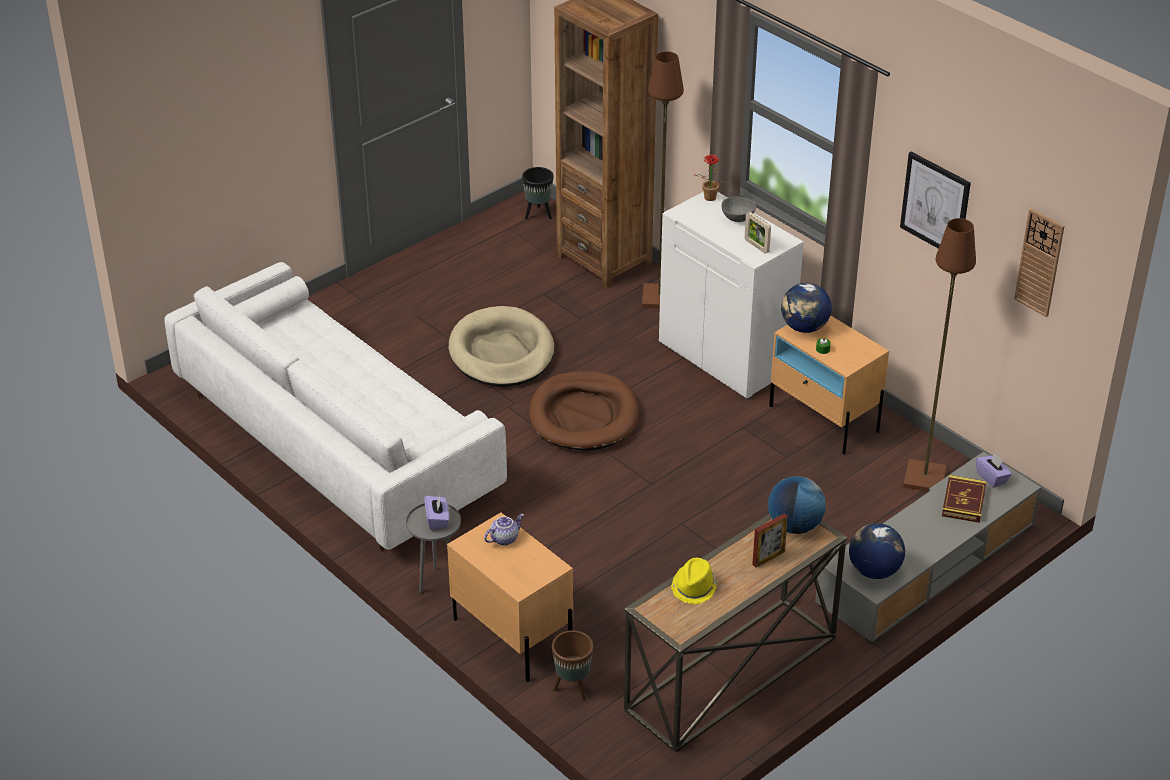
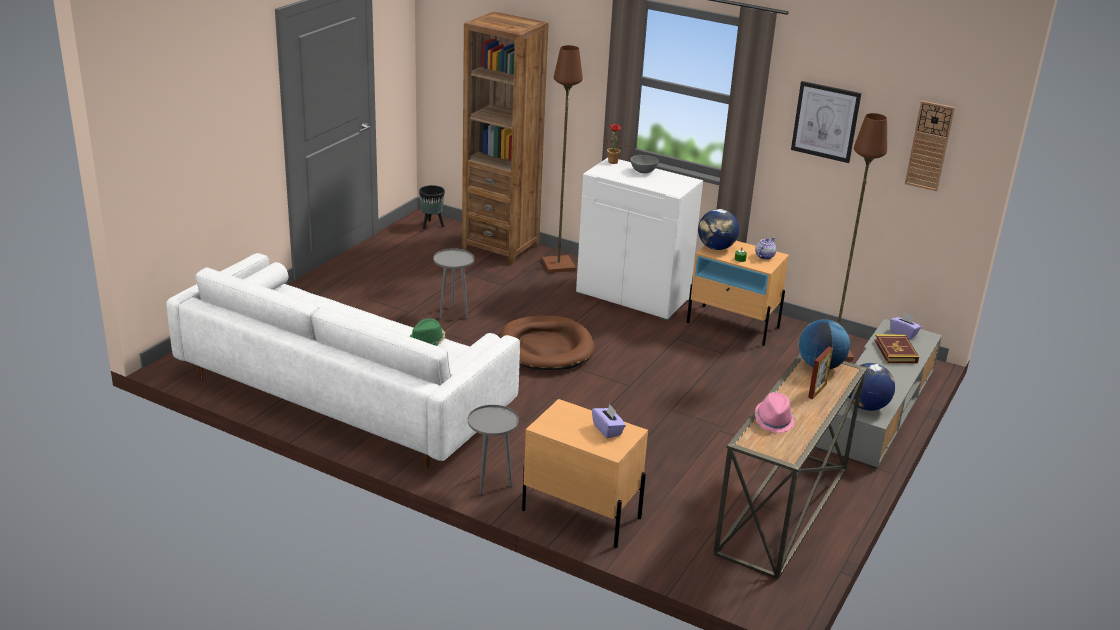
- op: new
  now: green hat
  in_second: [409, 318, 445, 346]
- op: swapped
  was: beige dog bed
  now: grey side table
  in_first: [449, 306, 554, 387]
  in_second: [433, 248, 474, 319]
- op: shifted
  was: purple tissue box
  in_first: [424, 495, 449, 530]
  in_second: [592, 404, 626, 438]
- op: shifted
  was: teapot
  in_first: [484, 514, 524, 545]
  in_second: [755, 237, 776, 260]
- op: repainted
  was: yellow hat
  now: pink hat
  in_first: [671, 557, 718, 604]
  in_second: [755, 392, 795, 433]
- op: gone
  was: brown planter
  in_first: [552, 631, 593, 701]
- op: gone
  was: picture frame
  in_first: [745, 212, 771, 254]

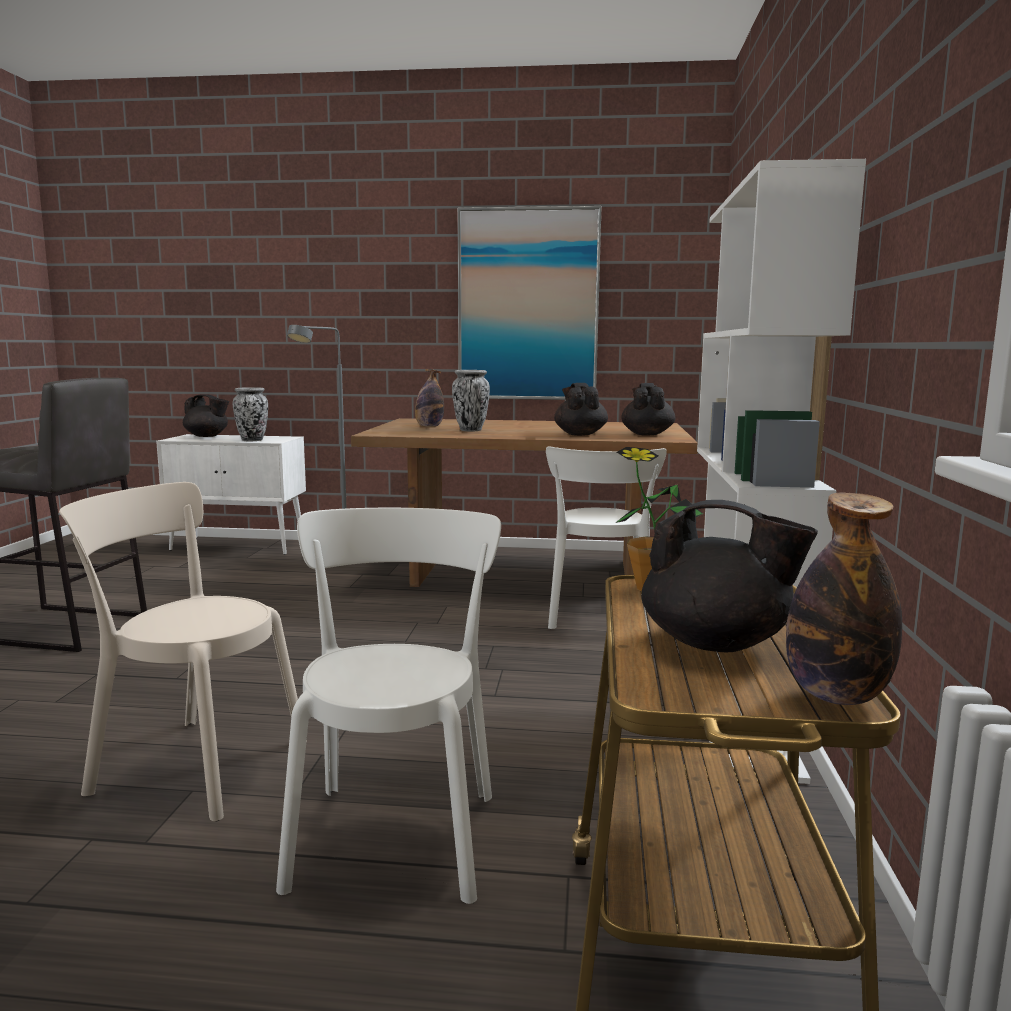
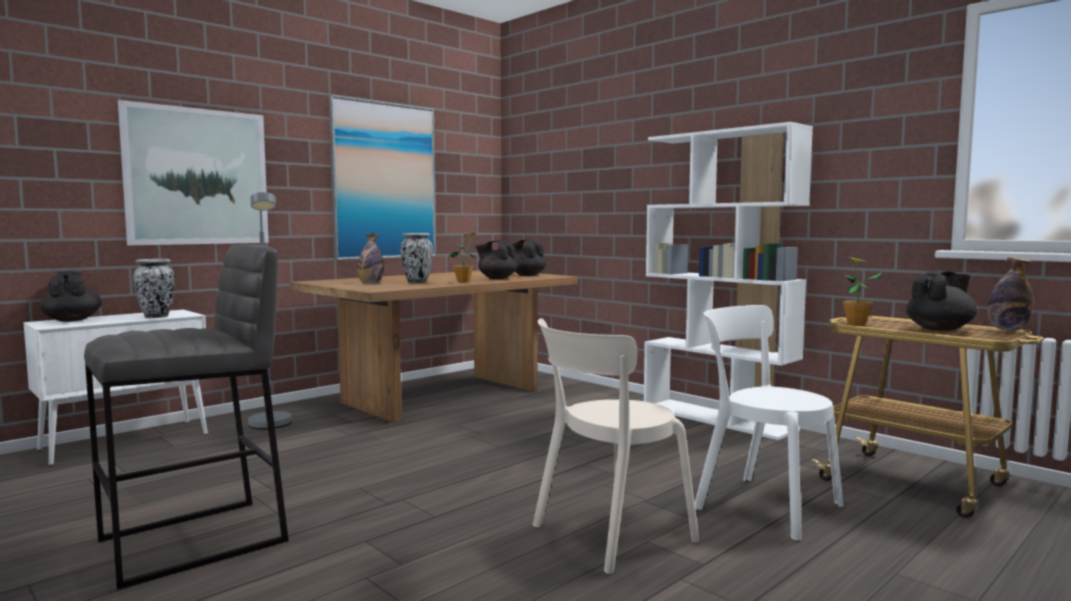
- op: rotated
  was: black teapot
  in_first: [183, 394, 229, 437]
  in_second: [40, 271, 102, 322]
  clockwise: -90
- op: new
  now: picture
  in_second: [118, 100, 269, 245]
- op: new
  now: potted plant
  in_second: [449, 233, 476, 283]
- op: gone
  was: white chair
  in_first: [546, 446, 667, 632]

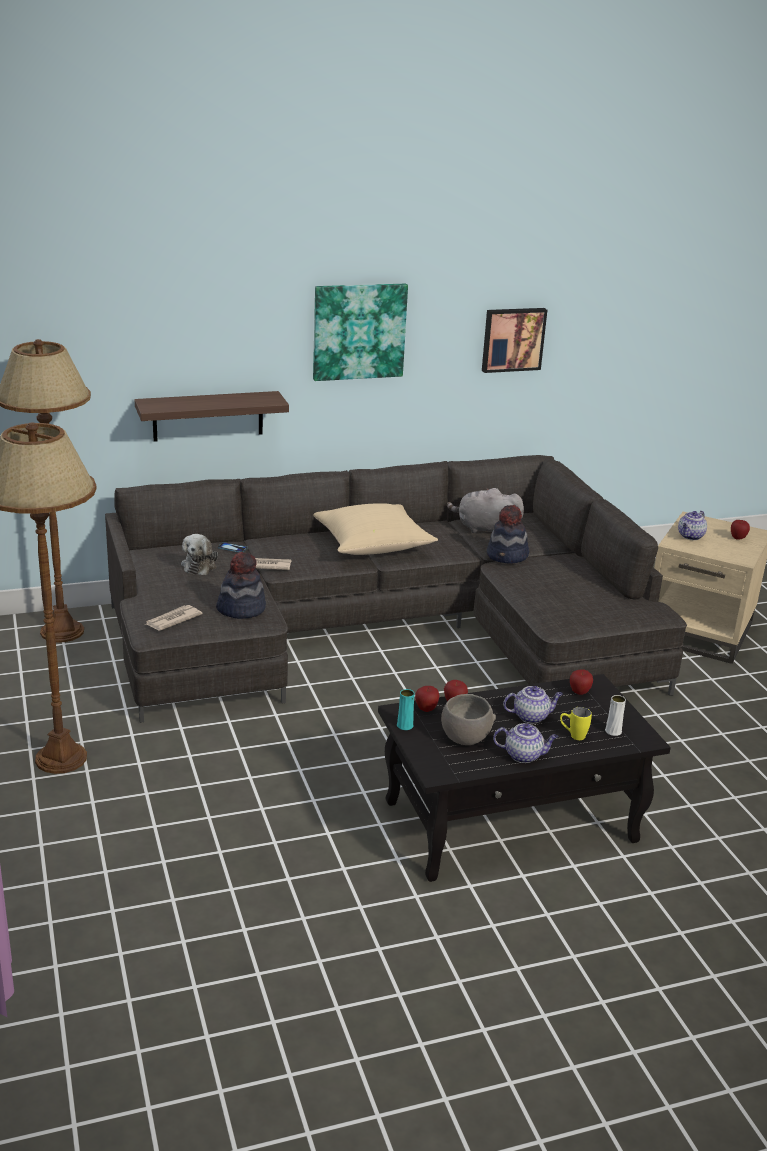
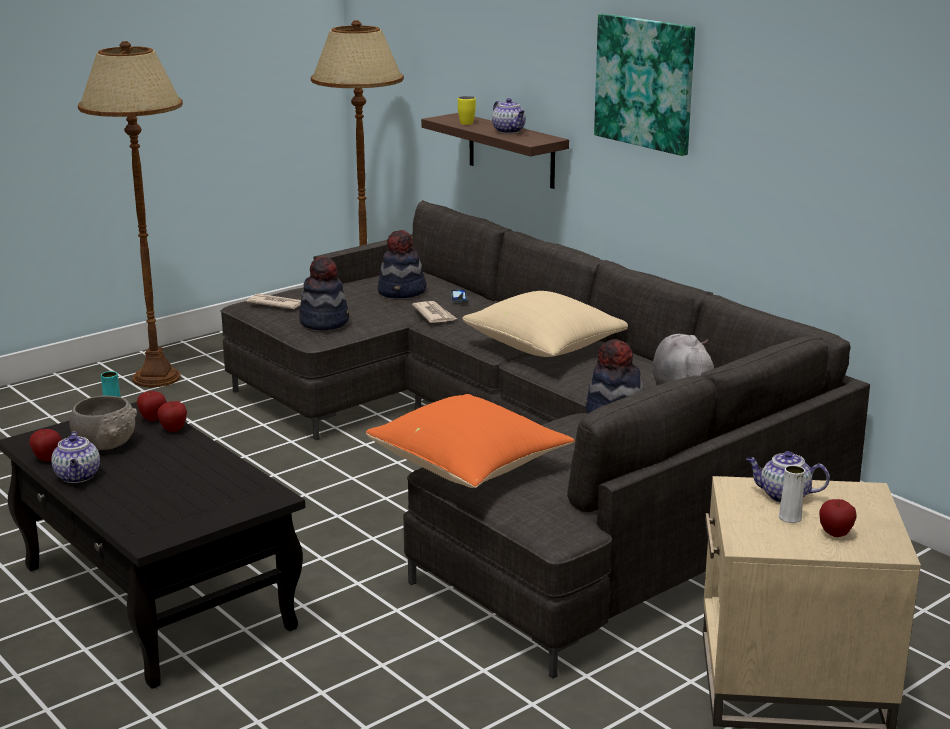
- op: shifted
  was: apple
  in_first: [570, 669, 593, 695]
  in_second: [29, 429, 62, 461]
- op: new
  now: orange pillow
  in_second: [366, 394, 575, 488]
- op: swapped
  was: plush toy
  now: hat
  in_first: [181, 534, 218, 575]
  in_second: [378, 230, 427, 298]
- op: shifted
  was: yellow mug
  in_first: [560, 707, 592, 740]
  in_second: [458, 96, 476, 125]
- op: shifted
  was: teapot
  in_first: [503, 686, 563, 723]
  in_second: [492, 98, 526, 134]
- op: shifted
  was: white vase
  in_first: [605, 695, 626, 736]
  in_second: [779, 465, 805, 523]
- op: gone
  was: picture
  in_first: [482, 308, 547, 373]

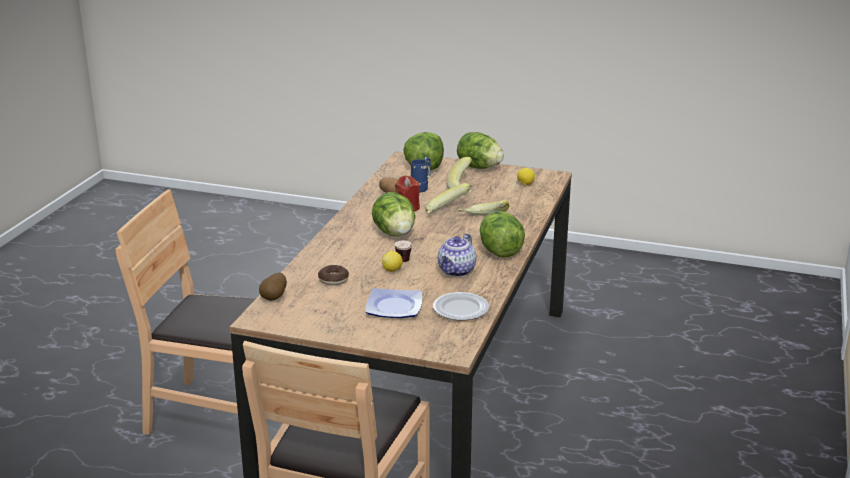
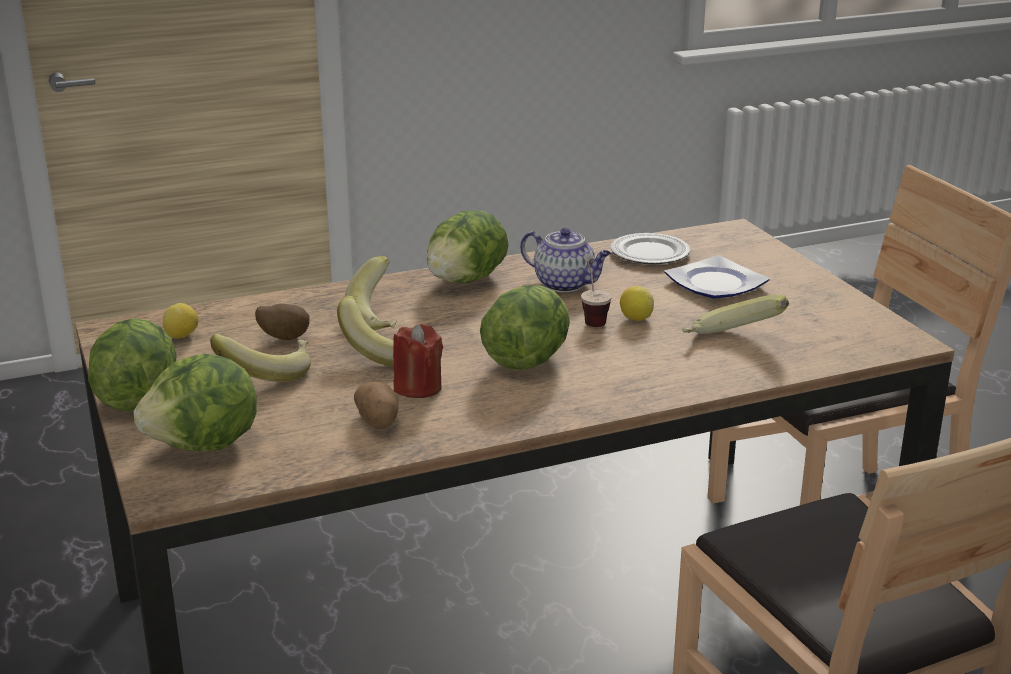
- op: shifted
  was: potato
  in_first: [259, 273, 287, 301]
  in_second: [255, 304, 309, 340]
- op: rotated
  was: teapot
  in_first: [438, 234, 476, 277]
  in_second: [520, 228, 611, 292]
  clockwise: 45
- op: swapped
  was: donut
  now: banana
  in_first: [318, 265, 349, 285]
  in_second: [682, 294, 789, 334]
- op: gone
  was: blue mug
  in_first: [411, 157, 431, 192]

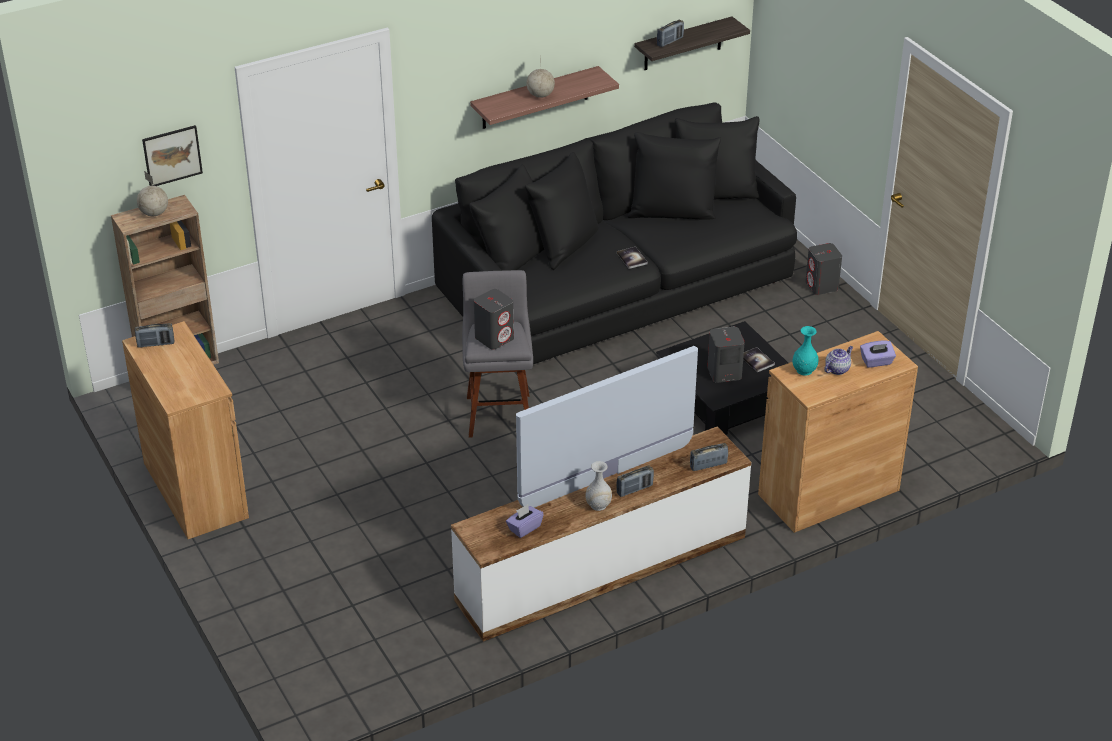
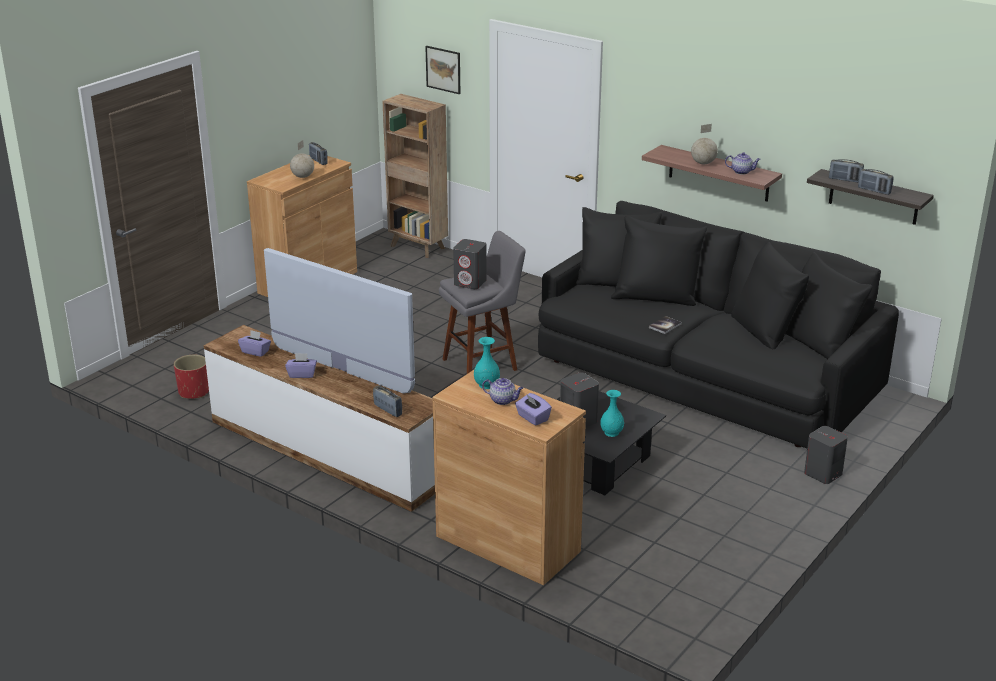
- op: new
  now: red planter
  in_second: [174, 355, 209, 399]
- op: swapped
  was: white vase
  now: purple tissue box
  in_first: [585, 461, 612, 511]
  in_second: [285, 353, 317, 378]
- op: shifted
  was: globe
  in_first: [137, 171, 168, 216]
  in_second: [290, 140, 314, 178]
- op: swapped
  was: book
  now: turquoise vase
  in_first: [743, 347, 775, 372]
  in_second: [600, 390, 624, 437]
- op: new
  now: teapot
  in_second: [725, 152, 760, 175]
- op: shifted
  was: radio
  in_first: [616, 465, 654, 497]
  in_second: [858, 169, 894, 195]

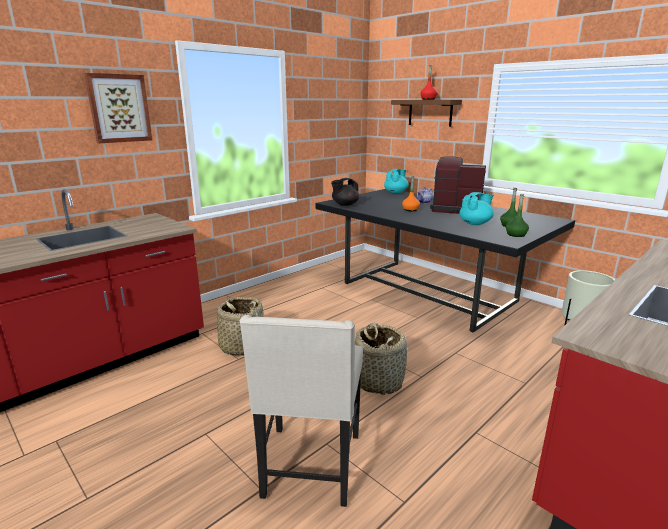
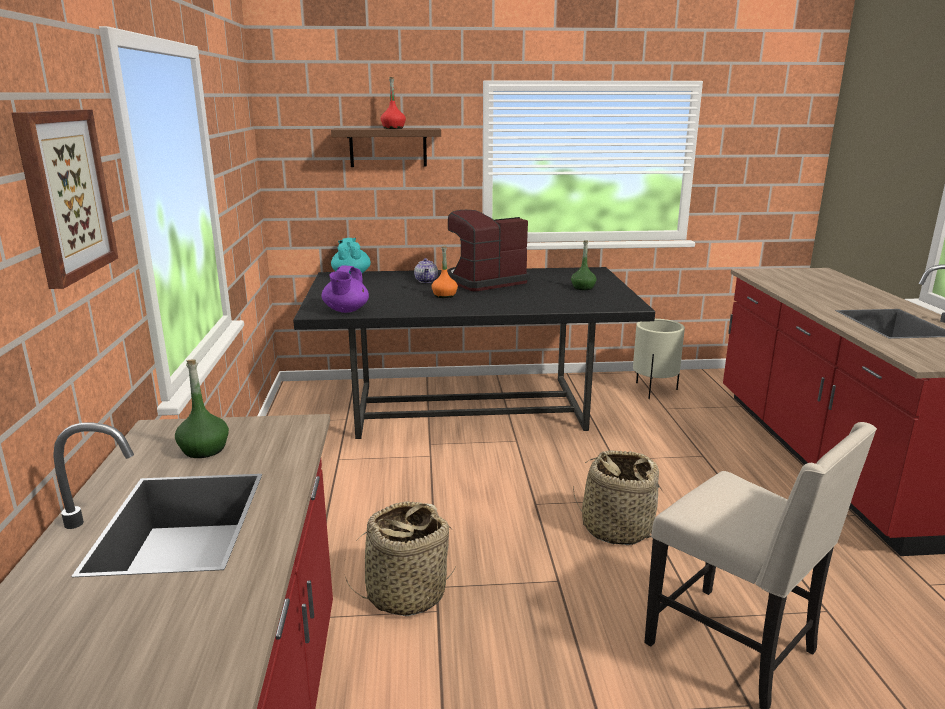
- op: shifted
  was: green bottle
  in_first: [506, 194, 529, 237]
  in_second: [175, 359, 229, 458]
- op: repainted
  was: black teapot
  now: purple teapot
  in_first: [331, 178, 359, 206]
  in_second: [322, 266, 369, 313]
- op: gone
  was: turquoise teapot
  in_first: [459, 192, 494, 225]

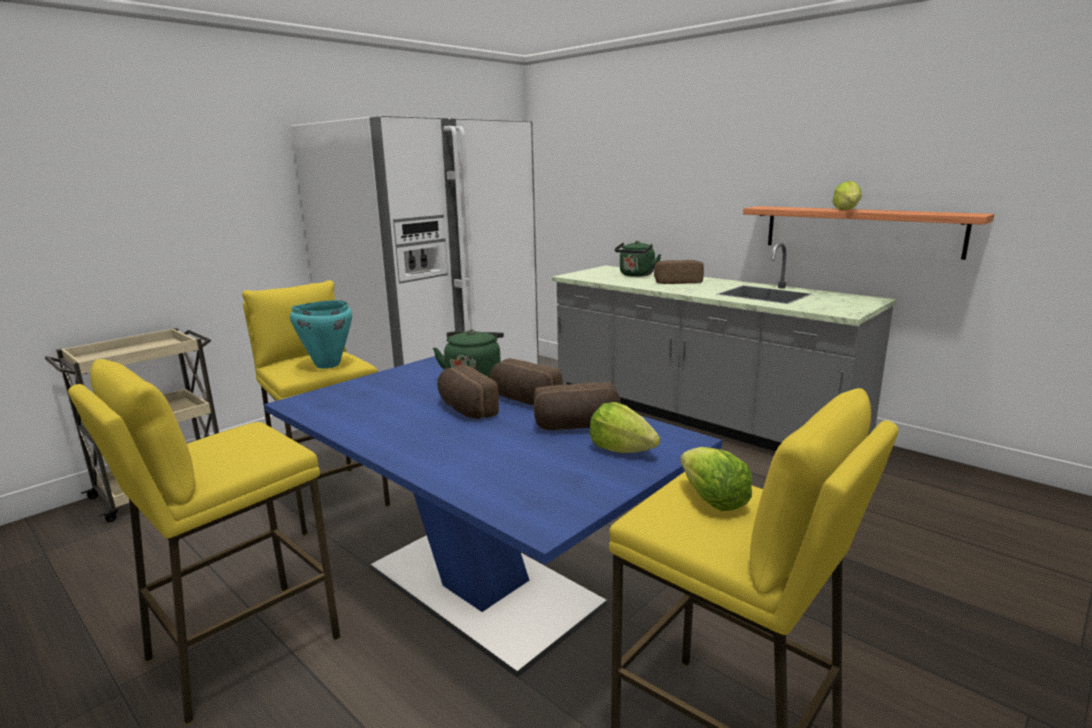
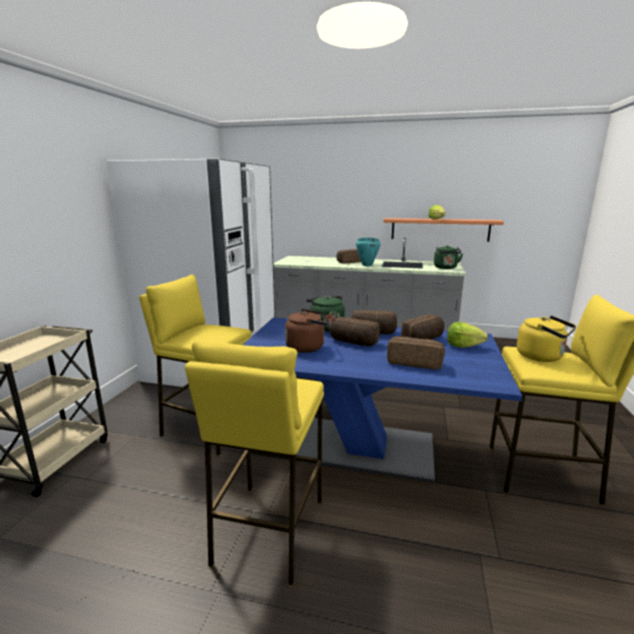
- op: new
  now: brown kettle
  in_second: [285, 309, 330, 353]
- op: shifted
  was: turquoise cooking pot
  in_first: [290, 300, 352, 369]
  in_second: [356, 238, 380, 266]
- op: new
  now: bread
  in_second: [387, 336, 445, 370]
- op: shifted
  was: green kettle
  in_first: [615, 241, 661, 277]
  in_second: [434, 245, 463, 269]
- op: swapped
  was: lettuce
  now: yellow kettle
  in_first: [680, 447, 752, 511]
  in_second: [517, 316, 576, 362]

